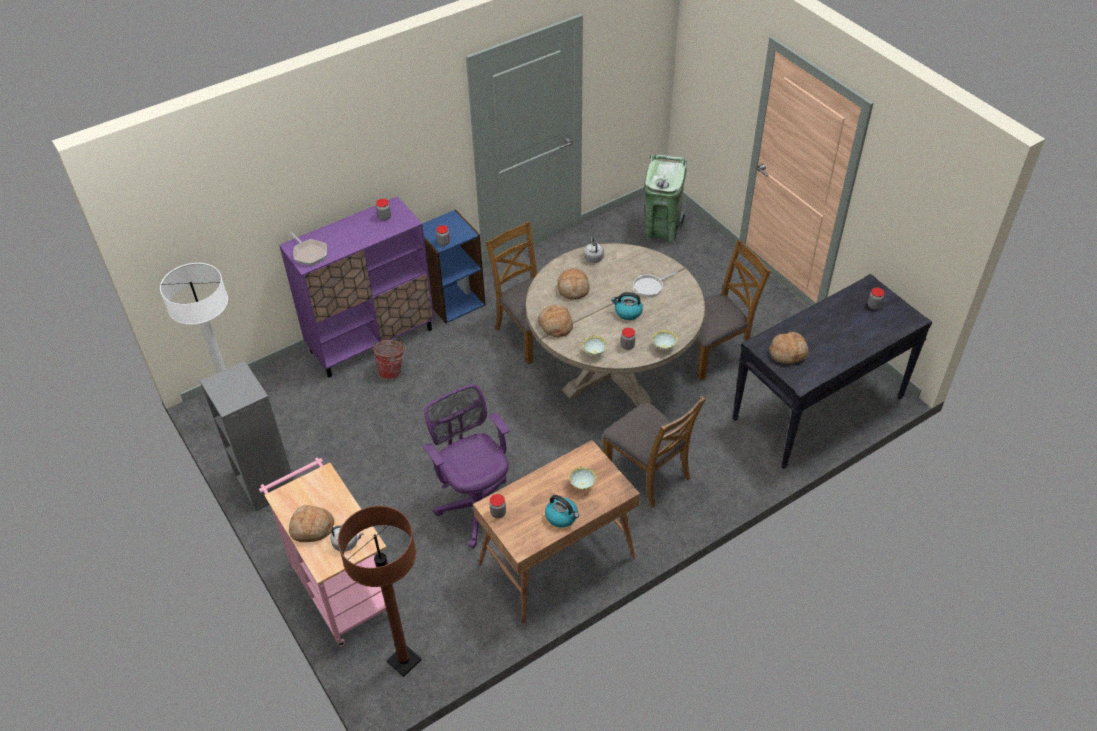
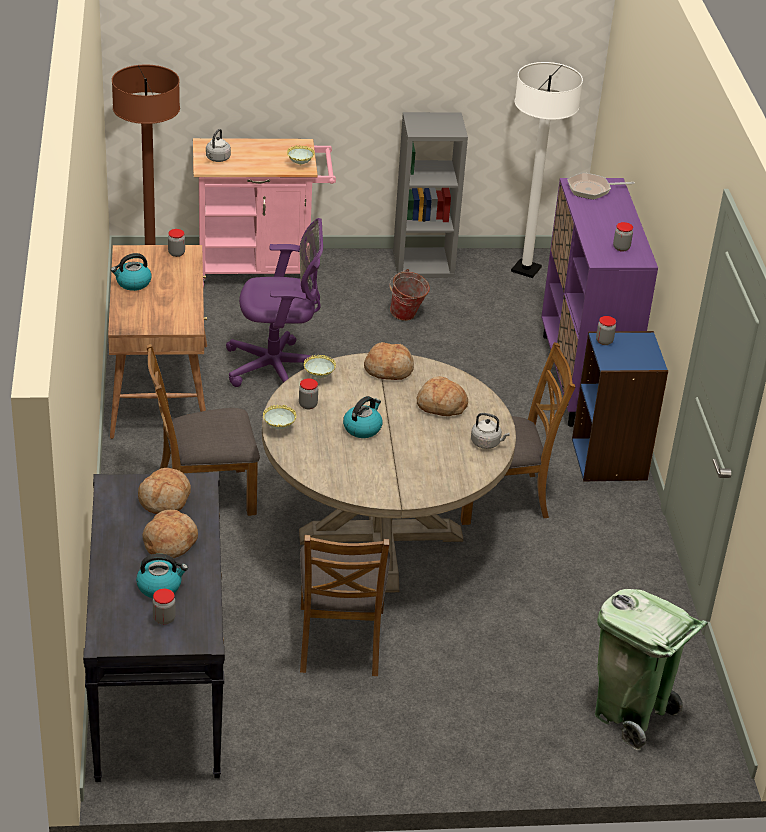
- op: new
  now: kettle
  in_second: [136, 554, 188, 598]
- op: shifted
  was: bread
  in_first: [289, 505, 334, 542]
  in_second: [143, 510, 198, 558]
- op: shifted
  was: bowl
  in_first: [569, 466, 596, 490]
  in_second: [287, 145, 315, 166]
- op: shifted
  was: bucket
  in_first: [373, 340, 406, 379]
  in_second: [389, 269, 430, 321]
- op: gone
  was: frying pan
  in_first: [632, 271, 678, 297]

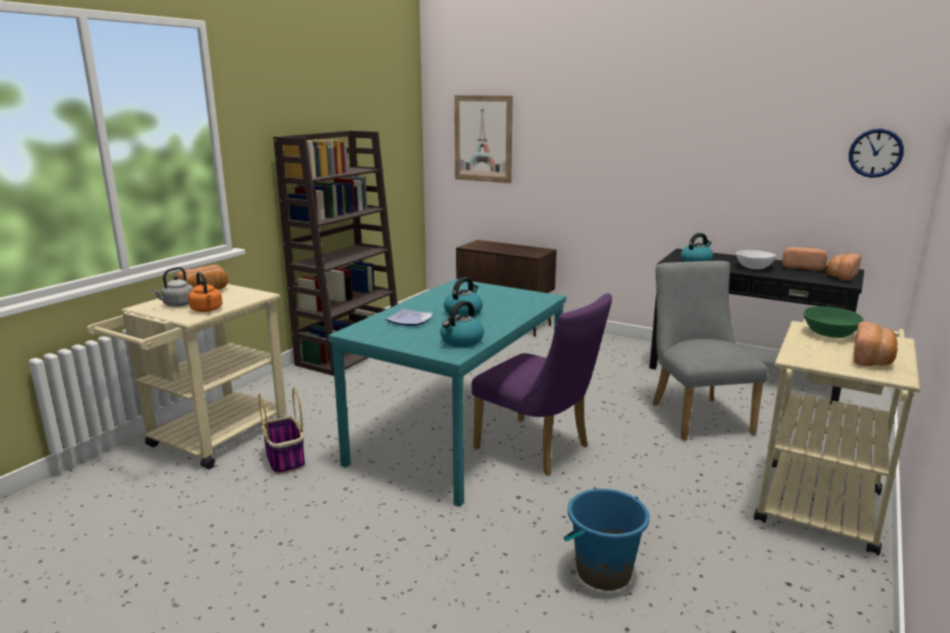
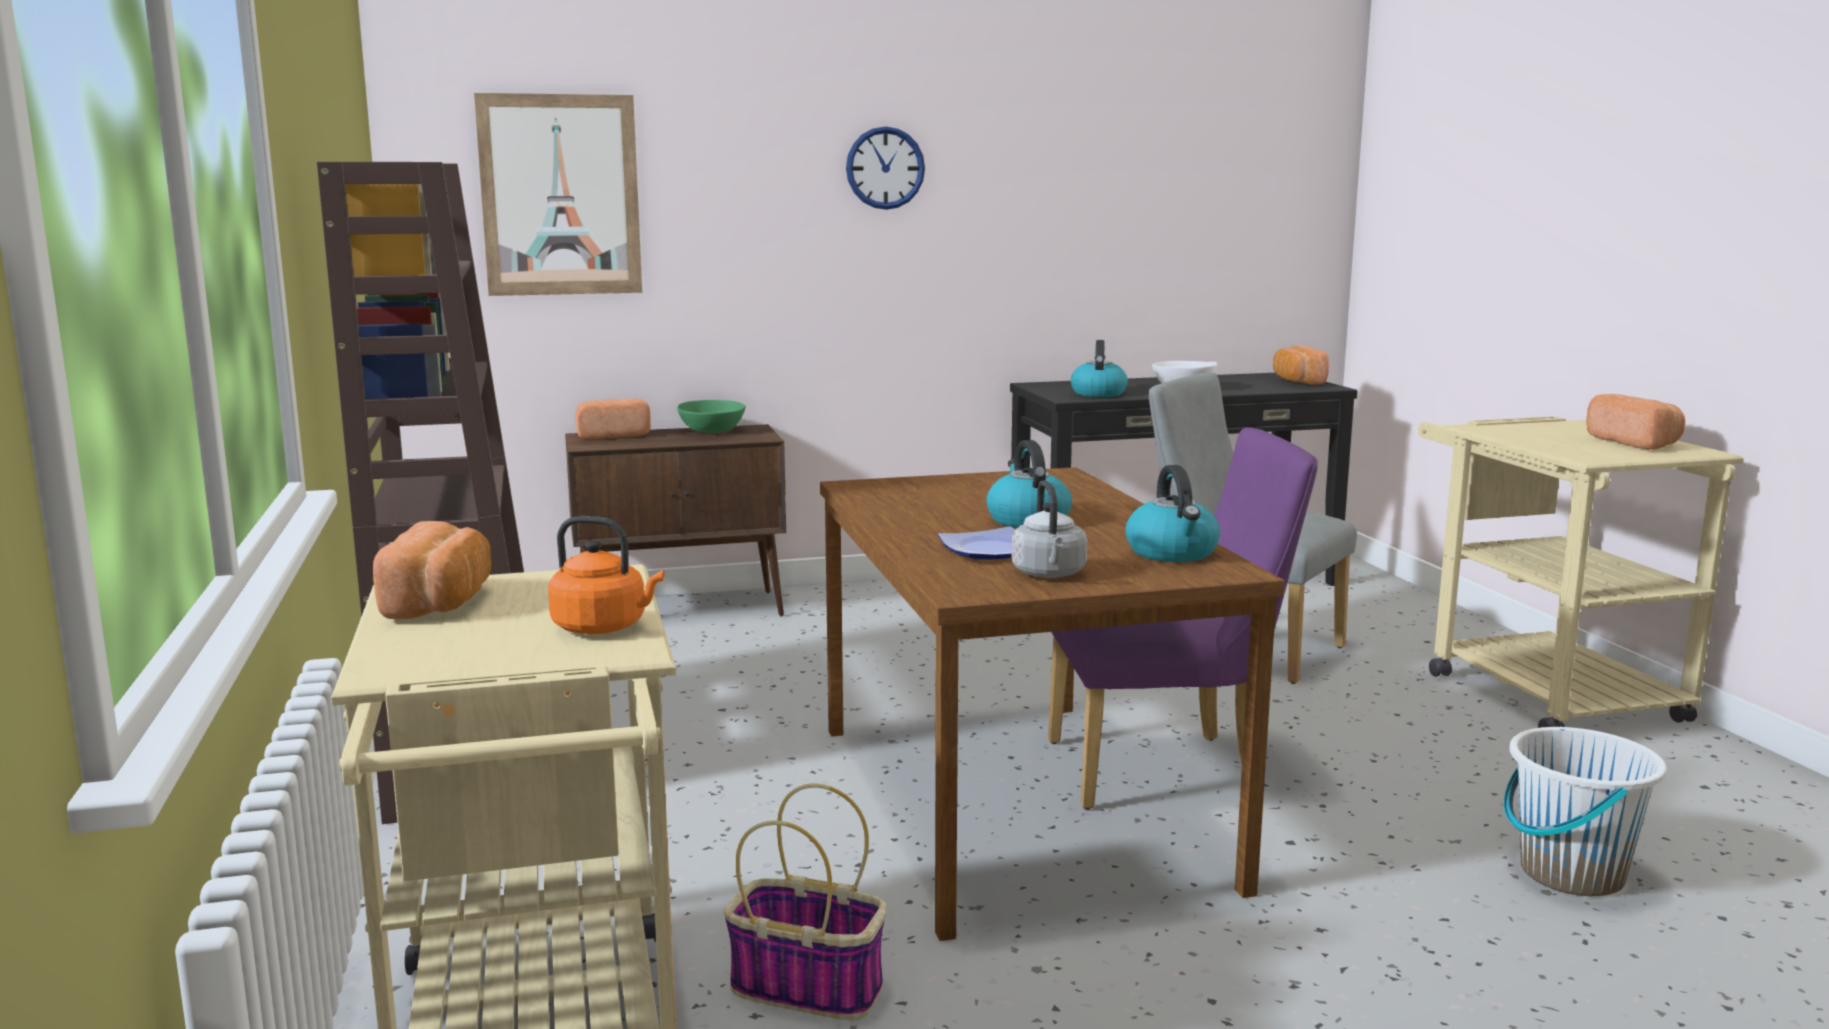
- op: shifted
  was: bread
  in_first: [782, 247, 827, 270]
  in_second: [575, 399, 651, 439]
- op: shifted
  was: green bowl
  in_first: [804, 306, 864, 338]
  in_second: [677, 400, 746, 433]
- op: repainted
  was: turquoise dining table
  now: brown dining table
  in_first: [328, 279, 566, 507]
  in_second: [820, 467, 1284, 941]
- op: shifted
  was: wall clock
  in_first: [849, 128, 904, 178]
  in_second: [846, 126, 925, 210]
- op: shifted
  was: grey kettle
  in_first: [152, 267, 193, 307]
  in_second: [1012, 480, 1087, 578]
- op: repainted
  was: blue bucket
  now: white bucket
  in_first: [564, 489, 650, 590]
  in_second: [1504, 726, 1667, 896]

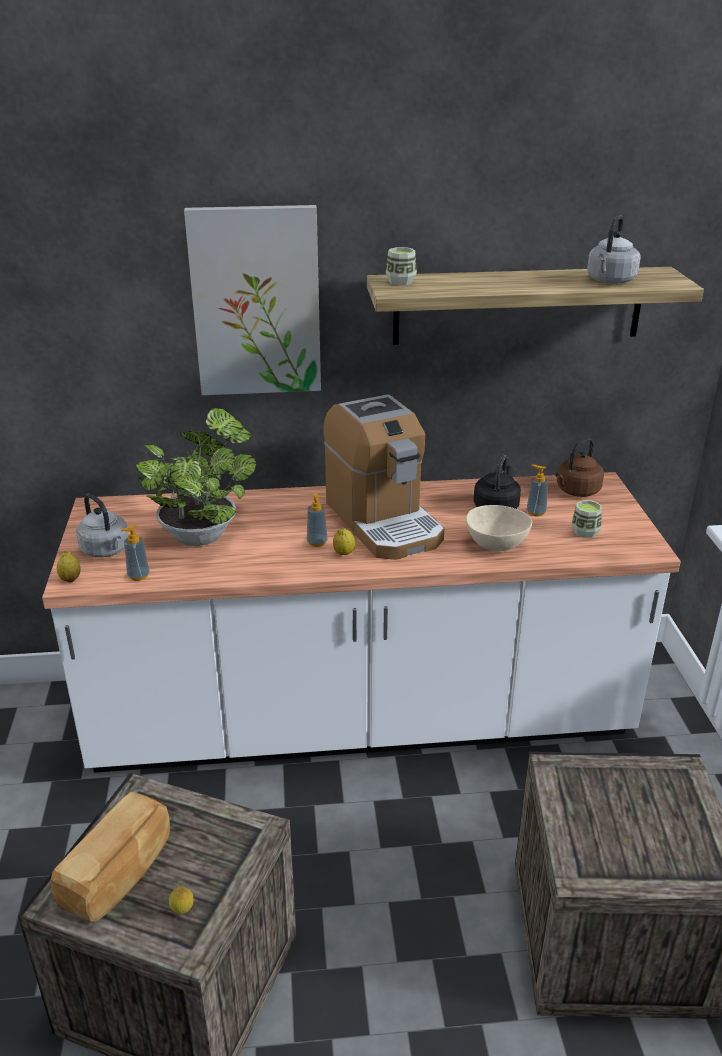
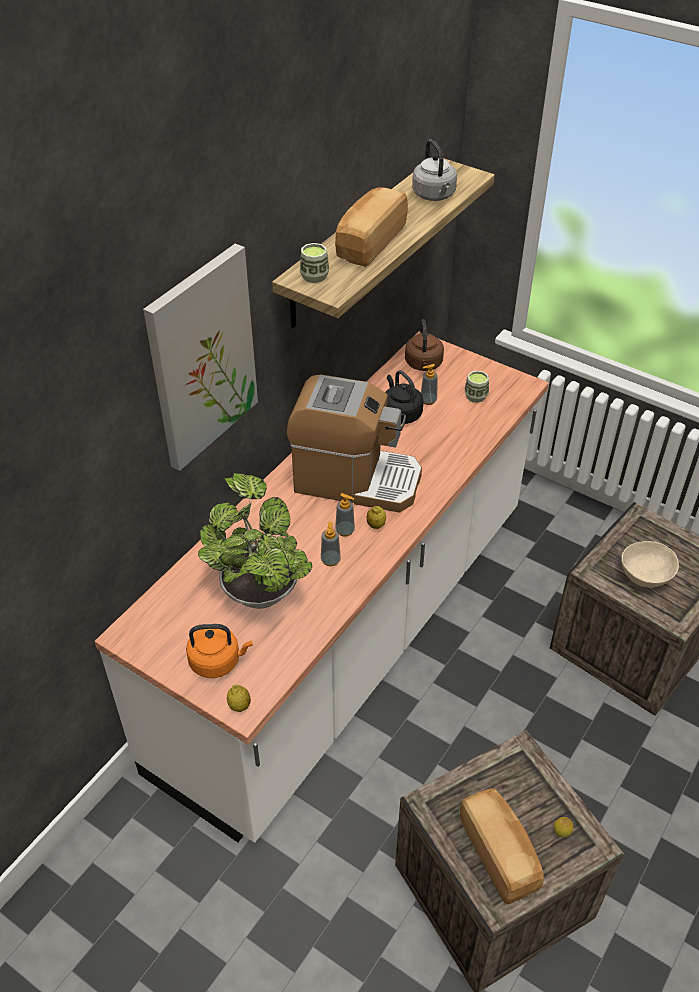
- op: repainted
  was: grey kettle
  now: orange kettle
  in_first: [76, 494, 129, 558]
  in_second: [186, 624, 253, 678]
- op: shifted
  was: soap dispenser
  in_first: [120, 525, 150, 581]
  in_second: [321, 522, 341, 566]
- op: new
  now: bread
  in_second: [335, 187, 408, 267]
- op: shifted
  was: beige bowl
  in_first: [466, 505, 532, 551]
  in_second: [621, 541, 679, 588]

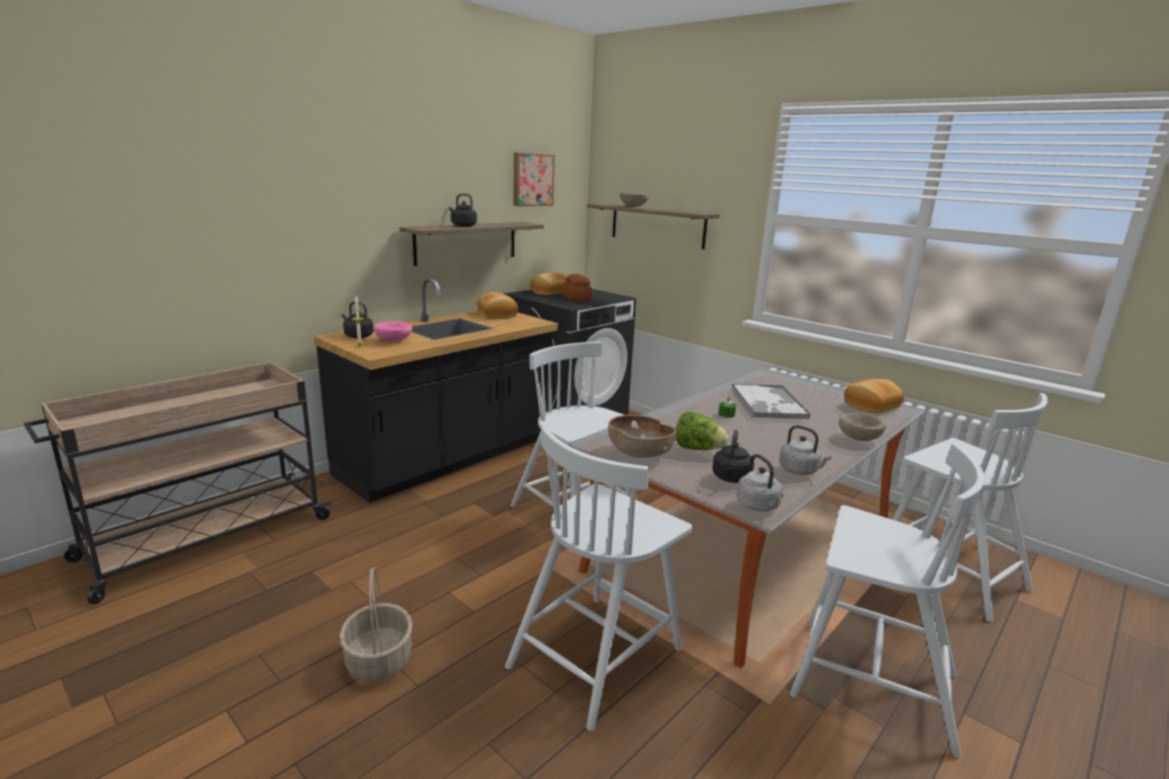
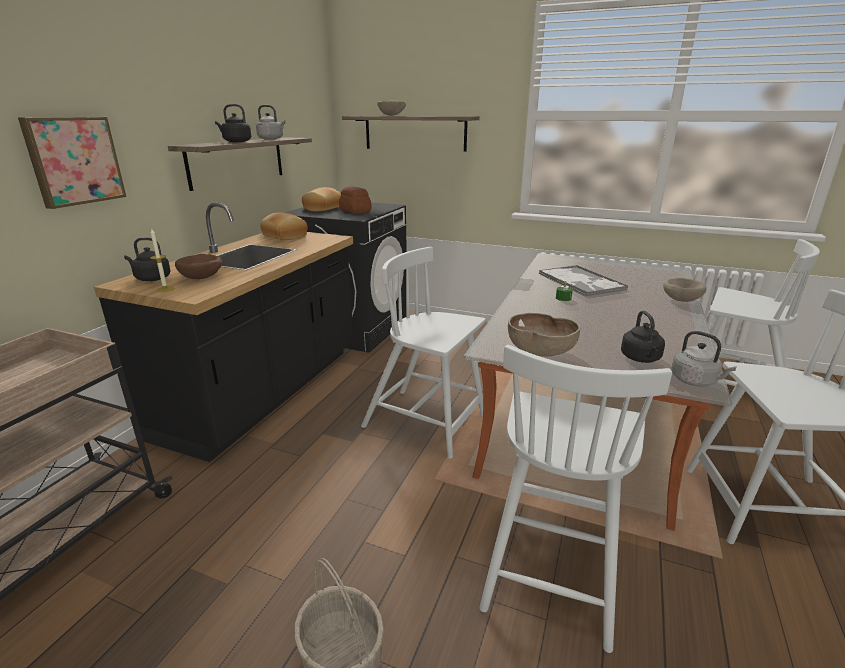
- op: shifted
  was: picture
  in_first: [513, 153, 555, 206]
  in_second: [18, 117, 126, 209]
- op: repainted
  was: pink bowl
  now: brown bowl
  in_first: [373, 321, 412, 342]
  in_second: [175, 254, 222, 279]
- op: shifted
  was: grey kettle
  in_first: [779, 425, 832, 475]
  in_second: [256, 105, 286, 140]
- op: gone
  was: lettuce
  in_first: [675, 411, 729, 450]
- op: gone
  was: bread
  in_first: [844, 379, 904, 413]

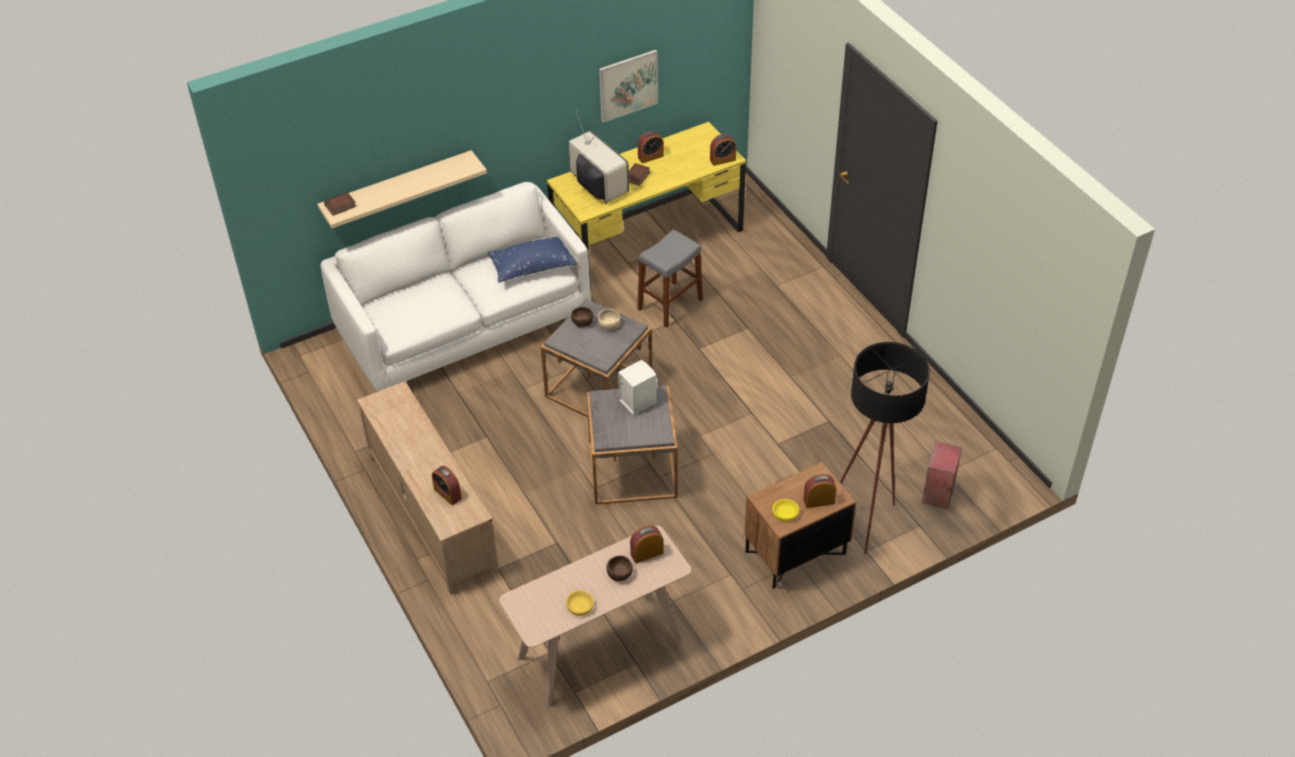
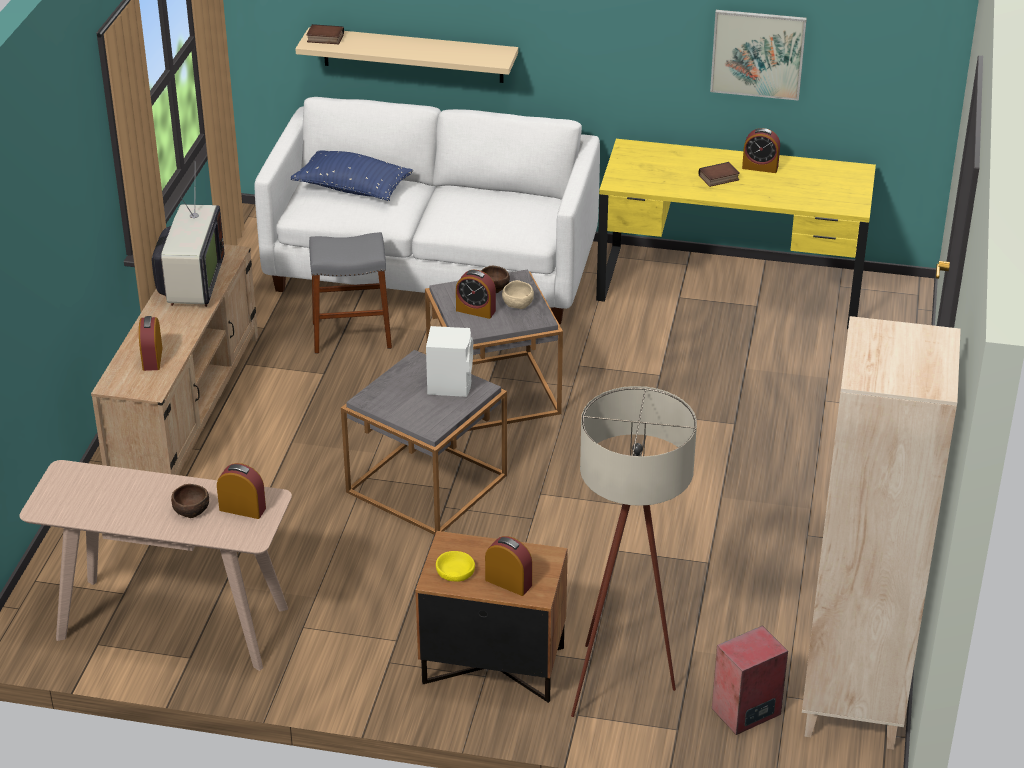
- op: shifted
  was: television
  in_first: [569, 108, 629, 204]
  in_second: [152, 161, 224, 307]
- op: shifted
  was: blue pillow
  in_first: [487, 236, 578, 283]
  in_second: [290, 150, 413, 201]
- op: shifted
  was: grey stool
  in_first: [637, 229, 703, 328]
  in_second: [309, 232, 392, 354]
- op: shifted
  was: alarm clock
  in_first: [710, 134, 736, 166]
  in_second: [456, 270, 496, 319]
- op: repainted
  was: black floor lamp
  now: beige floor lamp
  in_first: [840, 342, 930, 554]
  in_second: [571, 386, 697, 717]
- op: new
  now: beige bookcase
  in_second: [802, 316, 961, 750]
- op: gone
  was: yellow bowl
  in_first: [566, 590, 594, 616]

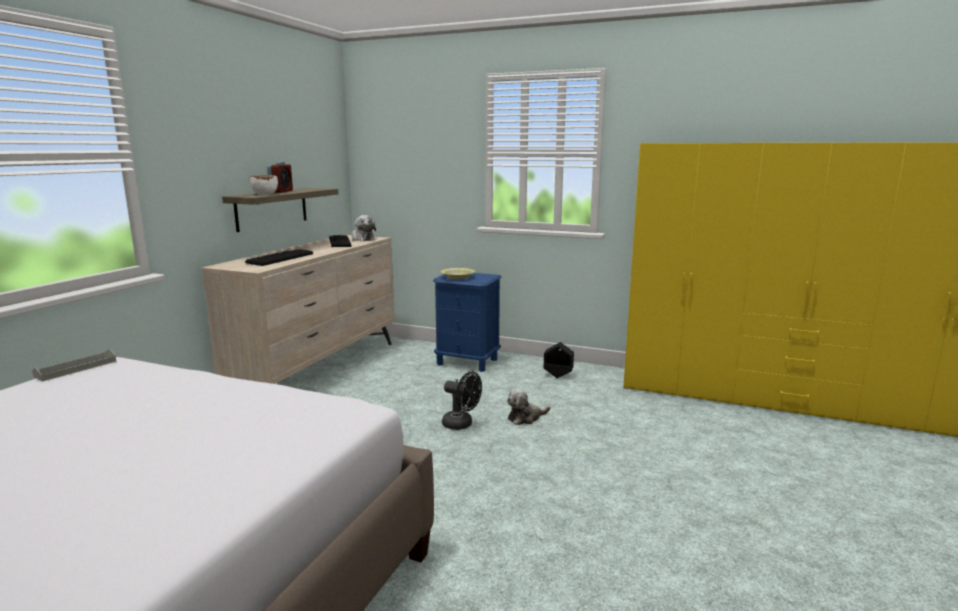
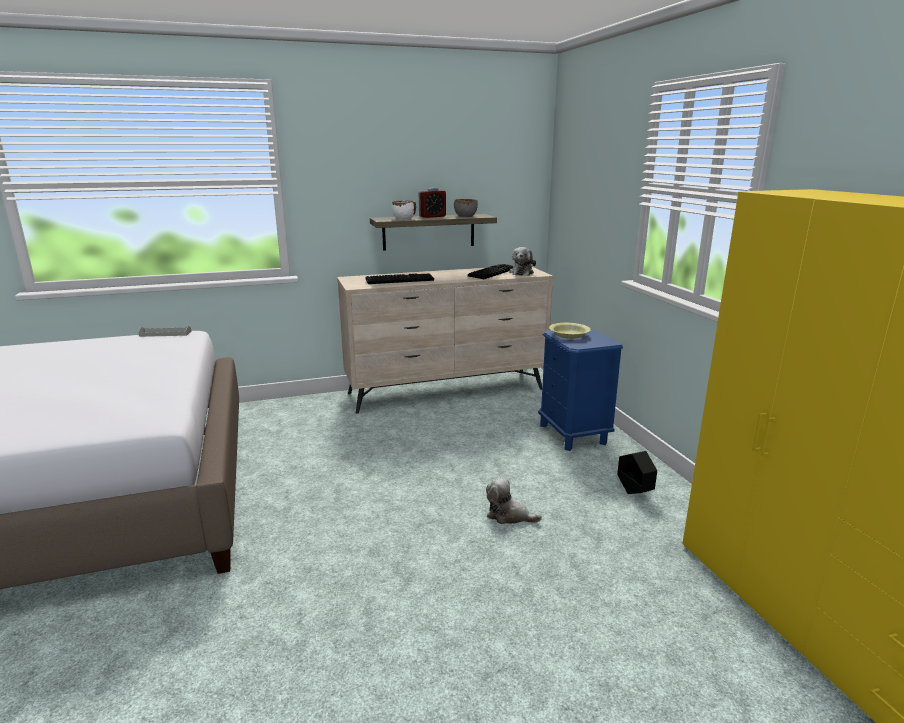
- op: new
  now: grey bowl
  in_second: [454, 199, 478, 217]
- op: gone
  was: black fan
  in_first: [442, 372, 482, 430]

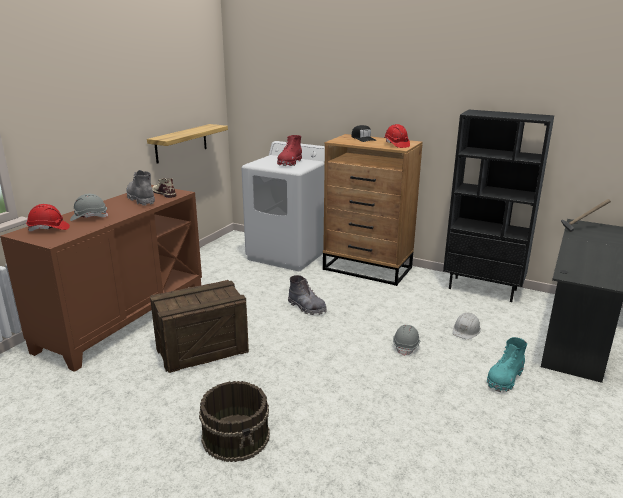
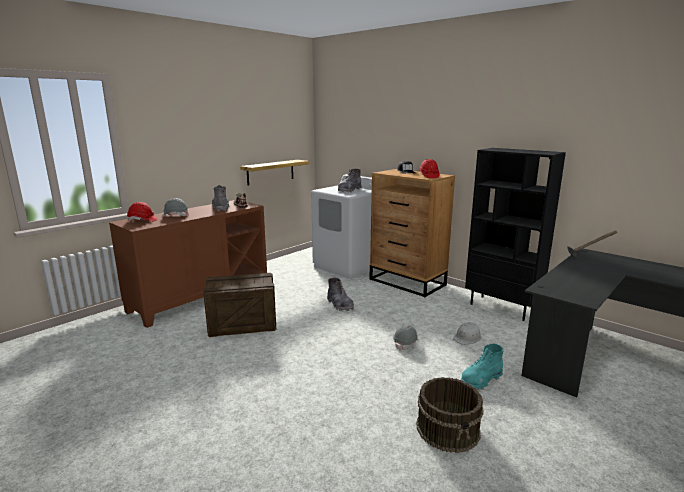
- op: repainted
  was: red boot
  now: grey boot
  in_first: [277, 135, 302, 166]
  in_second: [338, 169, 362, 192]
- op: shifted
  was: brown bucket
  in_first: [199, 381, 270, 462]
  in_second: [416, 377, 484, 453]

